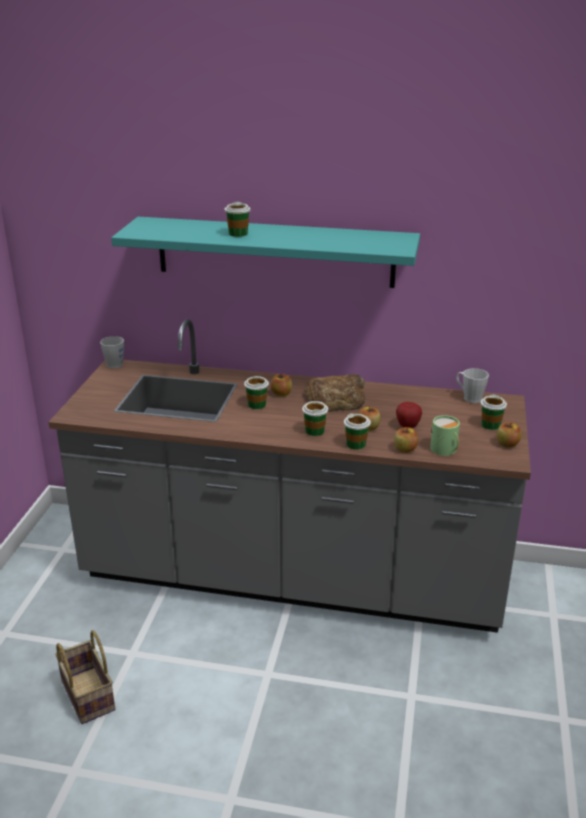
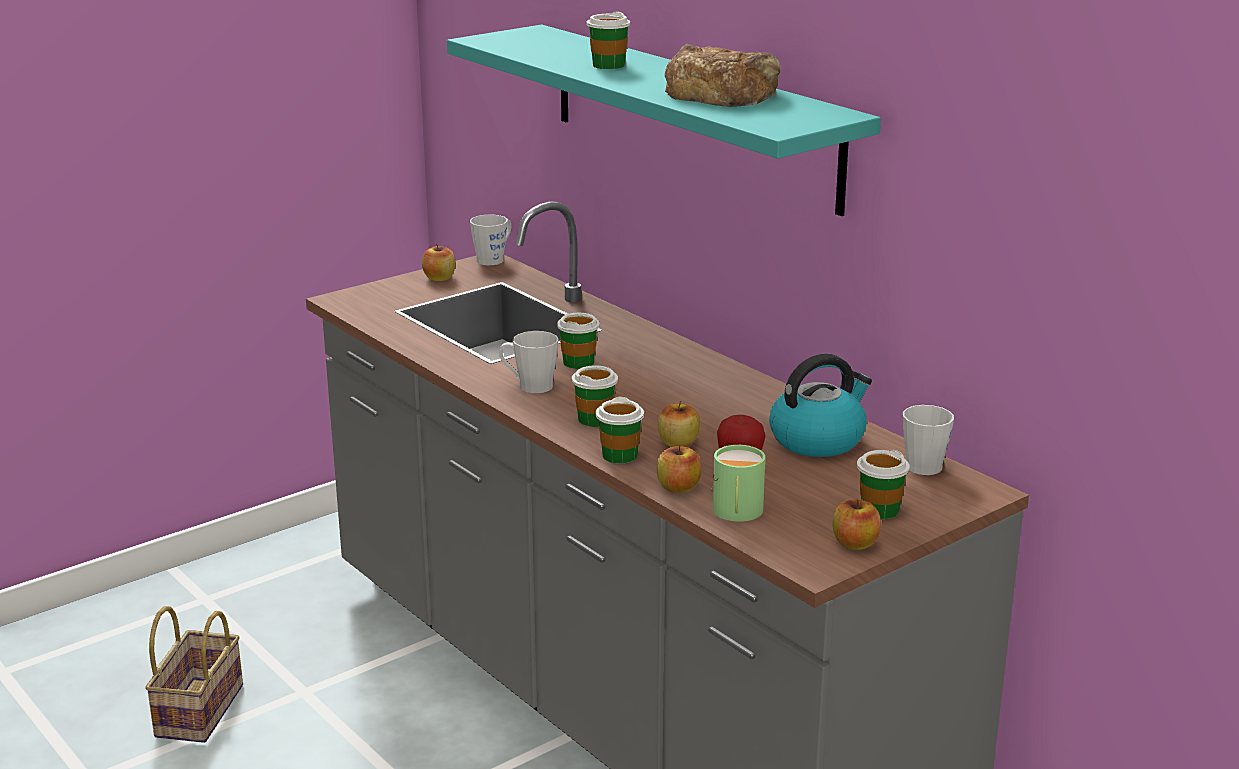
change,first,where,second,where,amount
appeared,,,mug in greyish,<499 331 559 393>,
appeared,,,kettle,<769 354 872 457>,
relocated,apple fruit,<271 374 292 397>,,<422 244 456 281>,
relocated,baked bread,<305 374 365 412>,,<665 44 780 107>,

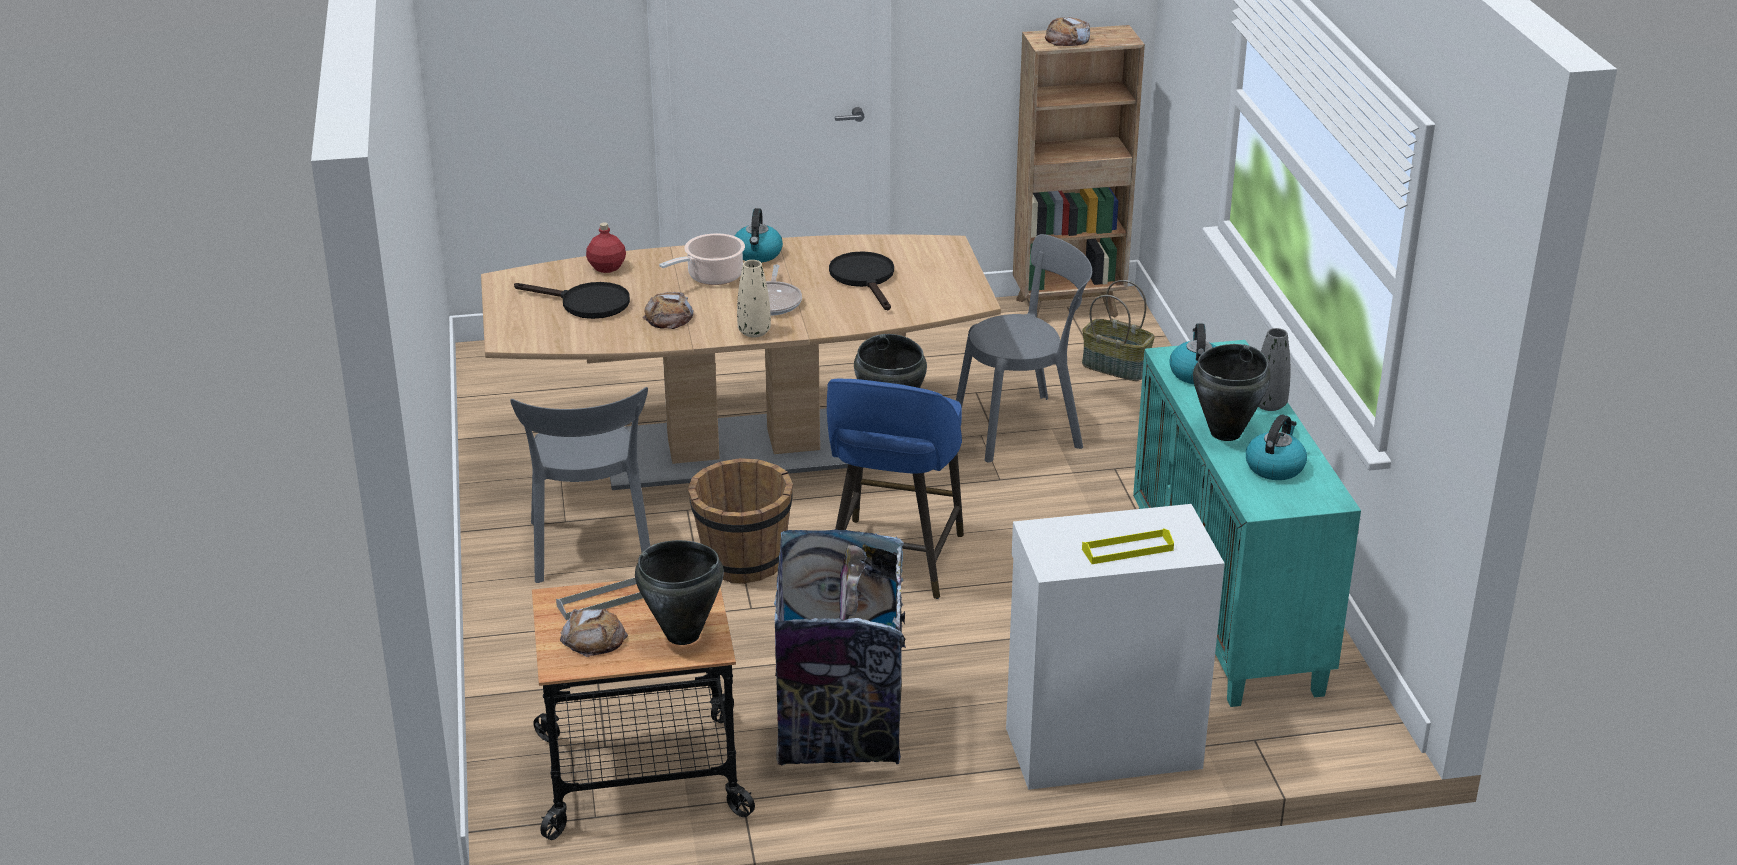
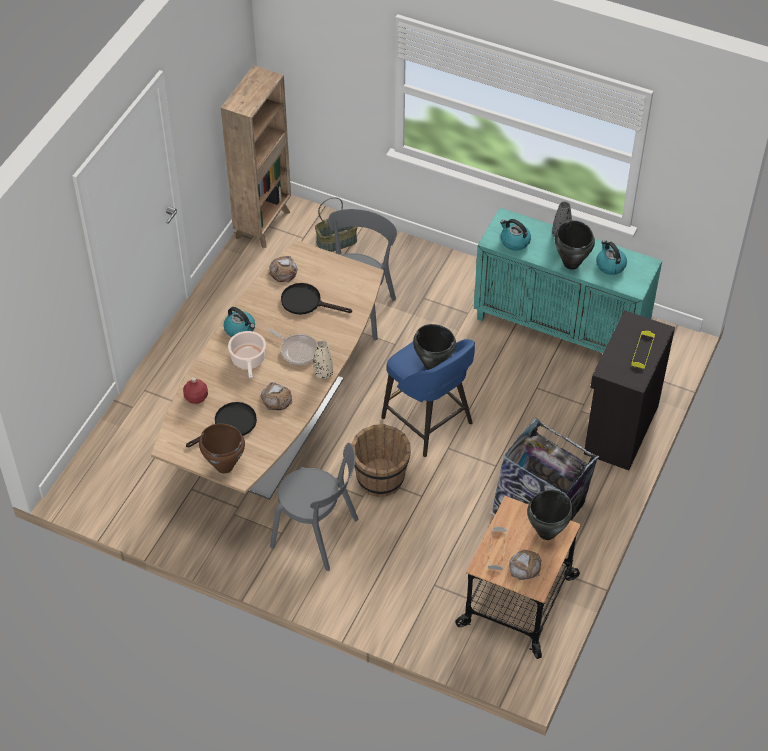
change,first,where,second,where,amount
appeared,,,stockpot in brown,<199 423 245 473>,
relocated,baked bread,<1045 17 1090 46>,,<269 256 297 282>,
colour,cupboard in whitish,<1006 504 1225 790>,cupboard in black,<584 310 675 470>,

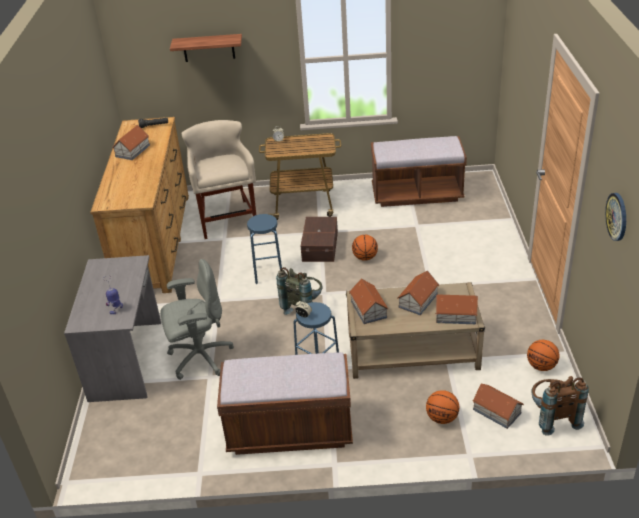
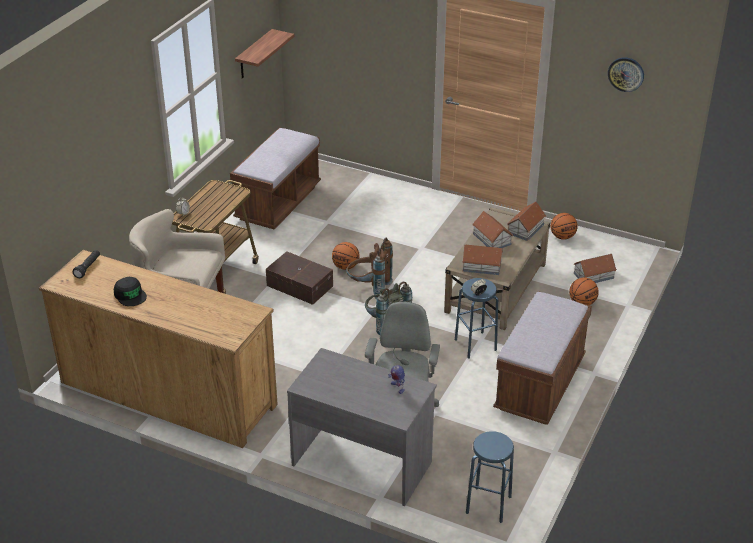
change,first,where,second,where,amount
relocated,bracket shelf,<170 34 242 62>,,<235 29 295 79>,
relocated,stool in blue-coloured,<247 214 282 284>,,<466 431 514 523>,
relocated,knapsack in brown,<531 376 589 436>,,<346 238 393 300>,
exchanged,model house,<112 125 150 160>,peaked cap in black,<114 277 147 306>,

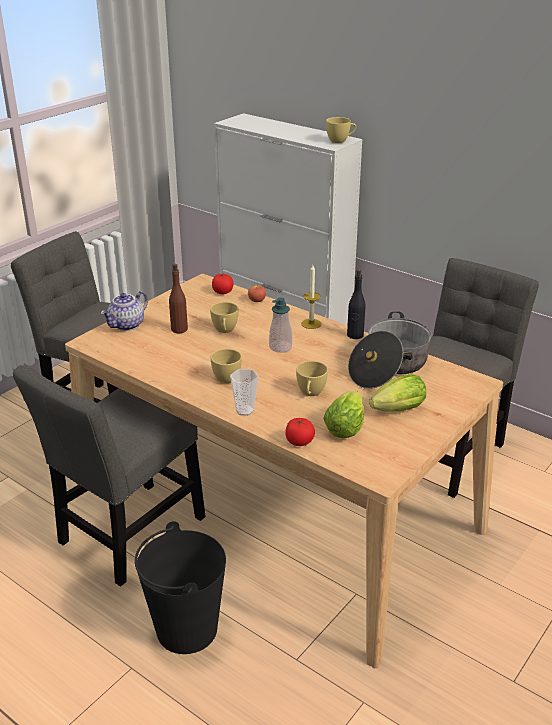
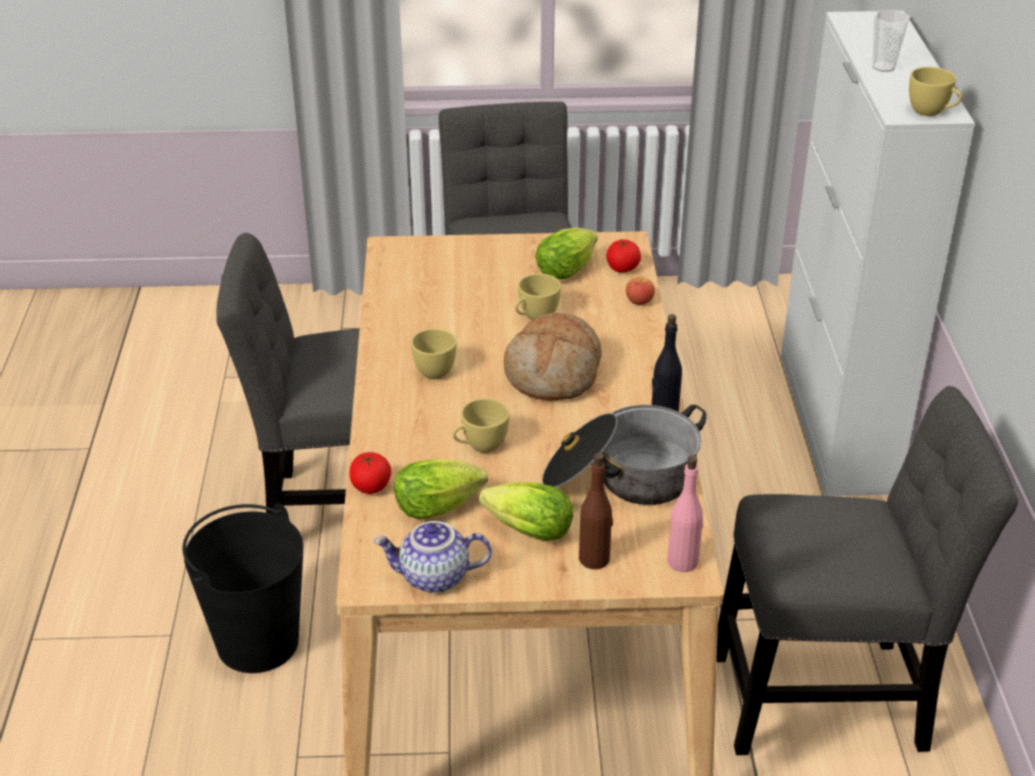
change,first,where,second,where,amount
missing,candle,<301 265 322 329>,,,
appeared,,,head of lettuce,<535 227 598 279>,
appeared,,,bottle in pinkish,<668 455 703 572>,
relocated,teapot,<101 291 148 331>,,<374 521 492 593>,
relocated,bottle in brown,<169 264 188 333>,,<579 453 613 569>,
relocated,drinking cup,<230 369 258 416>,,<872 10 910 72>,
exchanged,liquid soap bottle,<269 297 292 353>,baked bread,<504 313 602 401>,

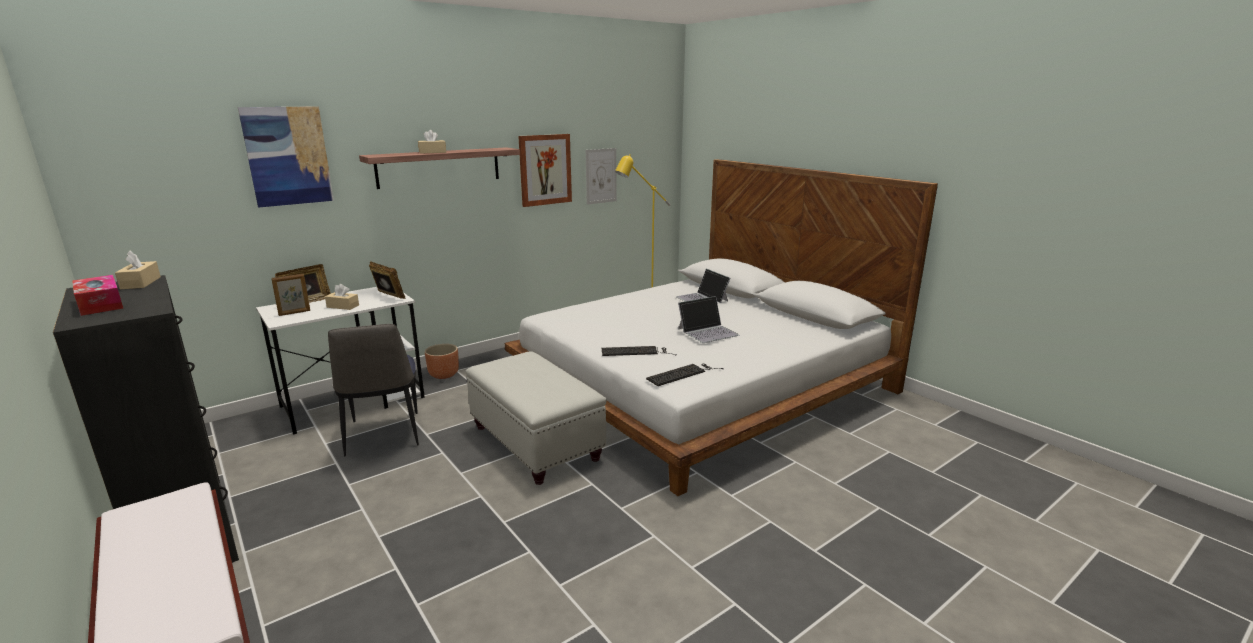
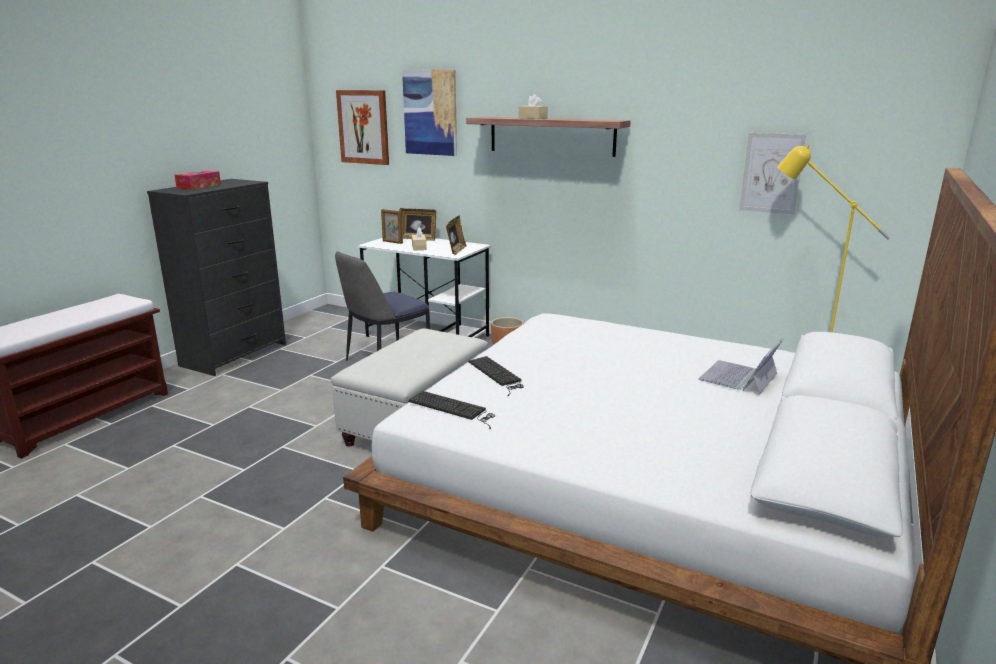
change,first,where,second,where,amount
missing,tissue box in sand-coloured,<115 251 161 289>,,,
missing,laptop,<678 296 739 343>,,,
relocated,wall art,<518 134 572 207>,,<336 90 389 165>,

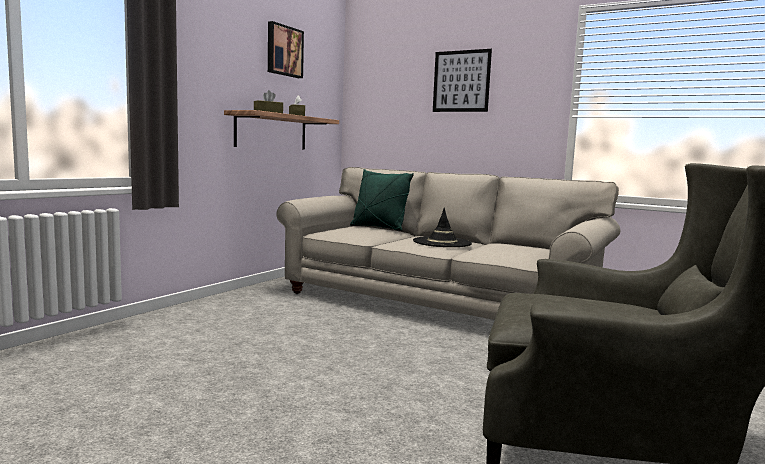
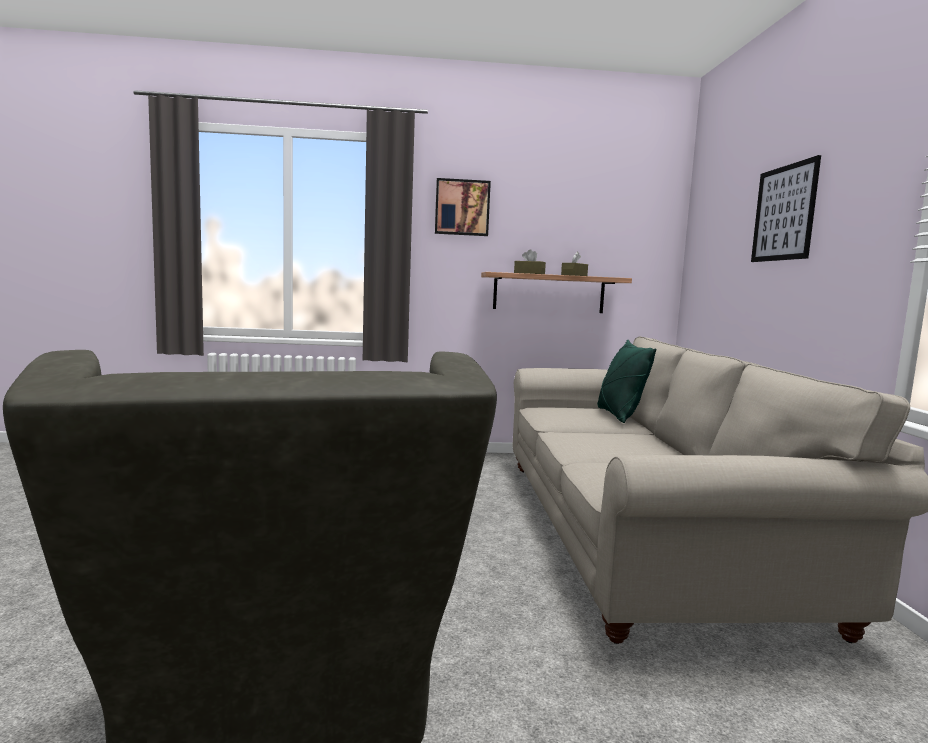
change,first,where,second,where,amount
missing,wearable hat in black,<413 207 472 247>,,,
relocated,wall art,<268 21 304 78>,,<435 178 491 236>,

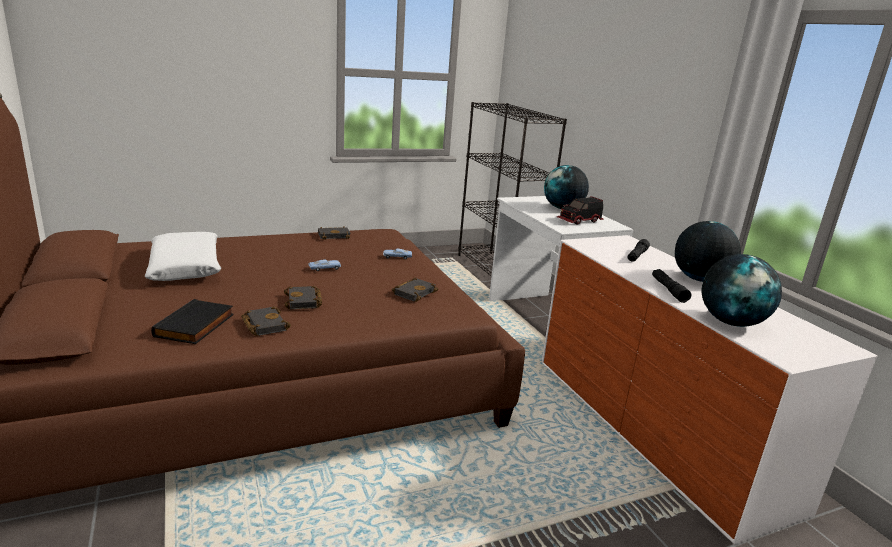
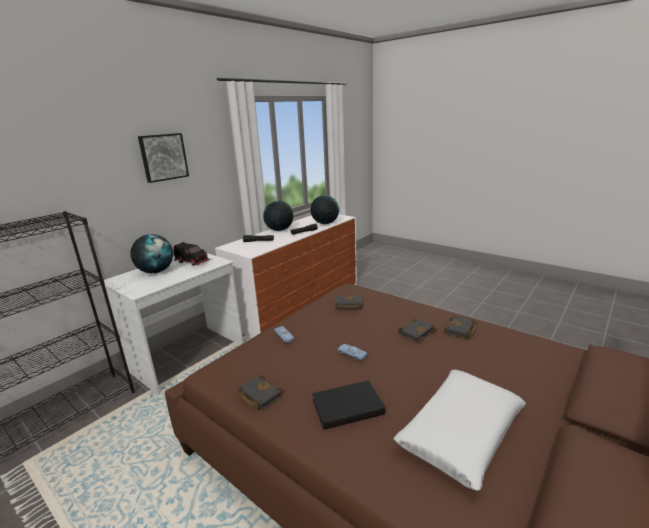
change,first,where,second,where,amount
appeared,,,wall art,<138 133 189 183>,
relocated,bound book in black,<151 299 234 344>,,<312 380 385 430>,

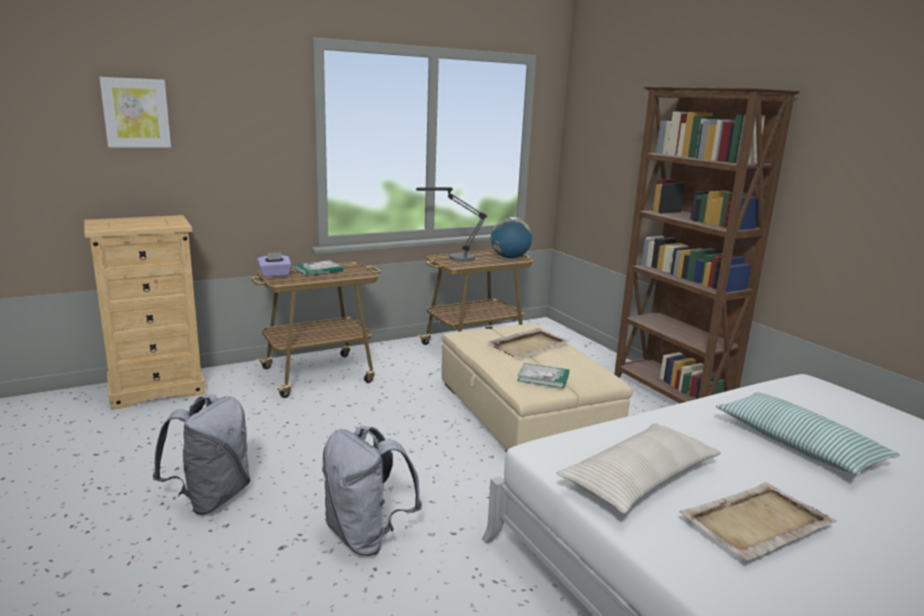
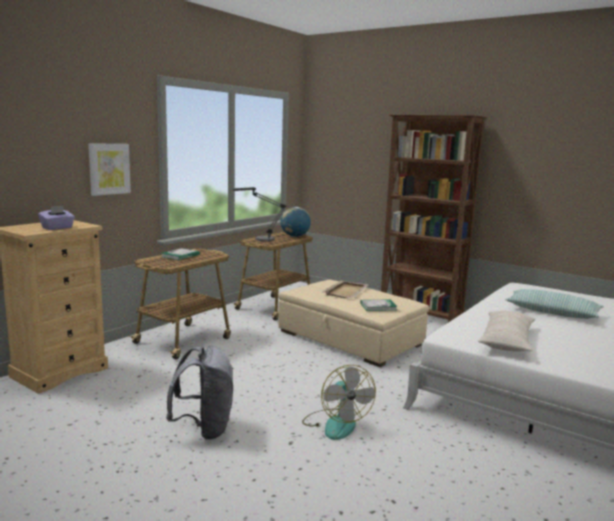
change,first,where,second,where,amount
missing,tray in sand-coloured,<679 482 837 561>,,,
relocated,wall art,<99 77 171 147>,,<88 143 131 196>,
relocated,tissue box in purple,<257 252 291 277>,,<38 206 75 230>,
exchanged,knapsack in greyish,<322 426 422 556>,electric fan,<302 365 376 440>,

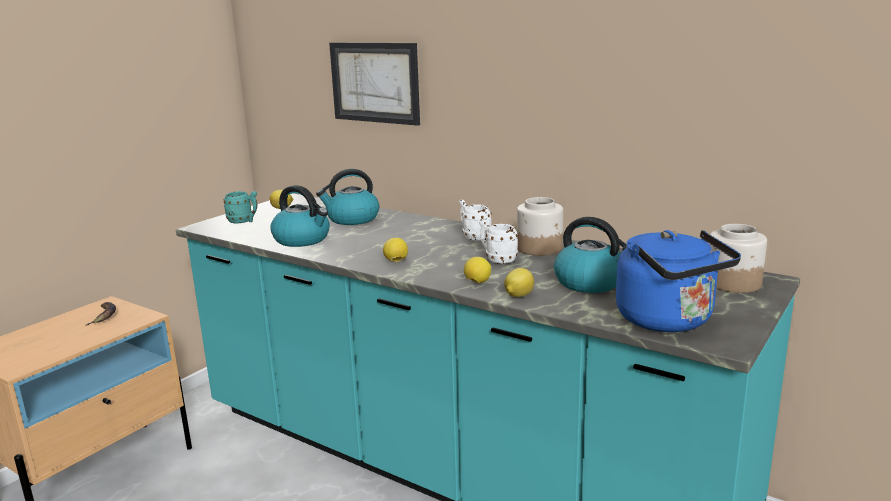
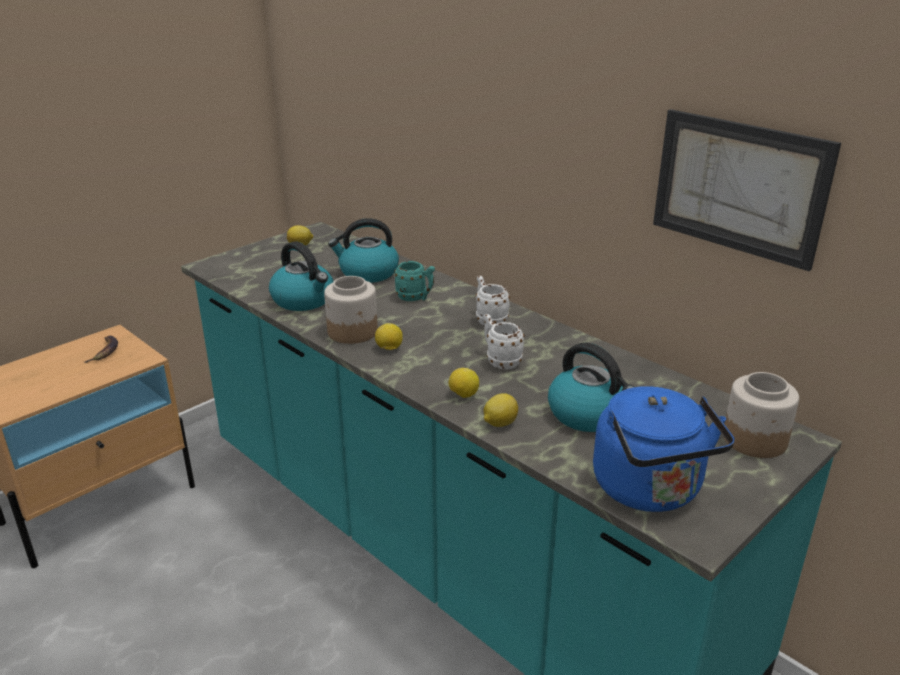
change,first,where,second,where,amount
relocated,mug in turquoise,<223 191 257 224>,,<394 261 435 301>,
relocated,wall art,<329 43 420 126>,,<653 109 841 271>,
relocated,jar,<517 197 563 256>,,<324 276 378 344>,

